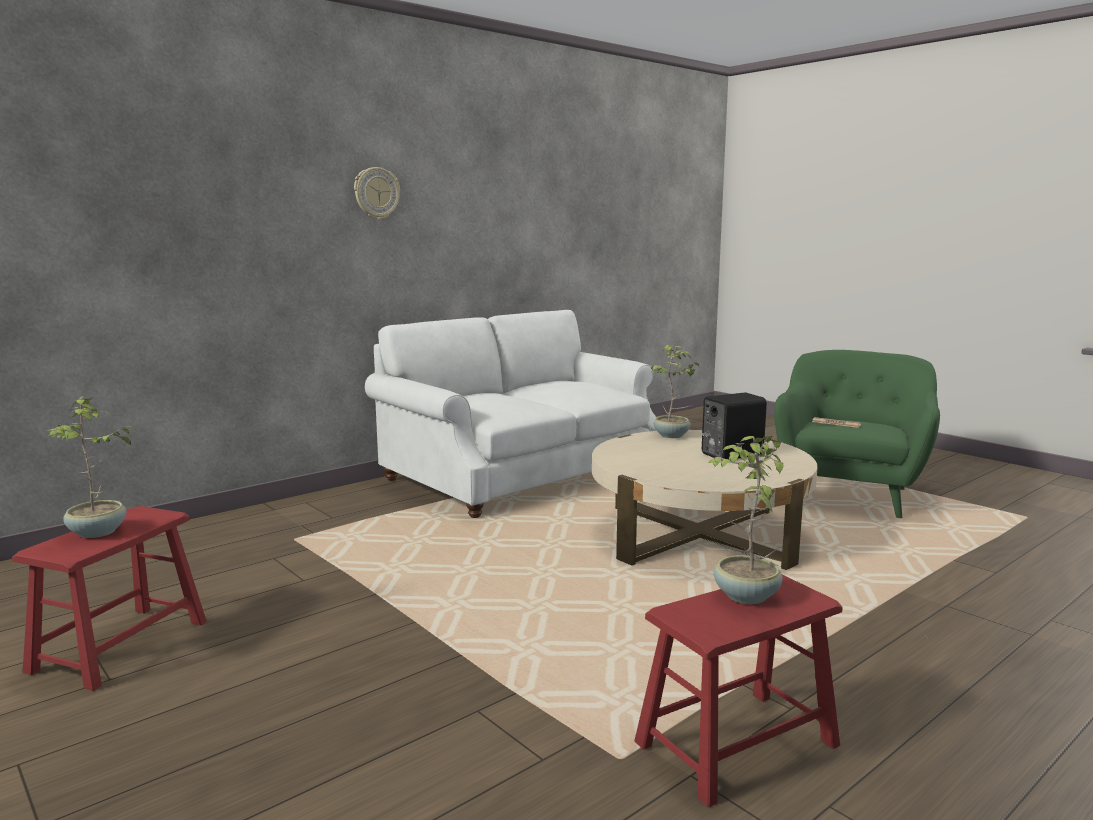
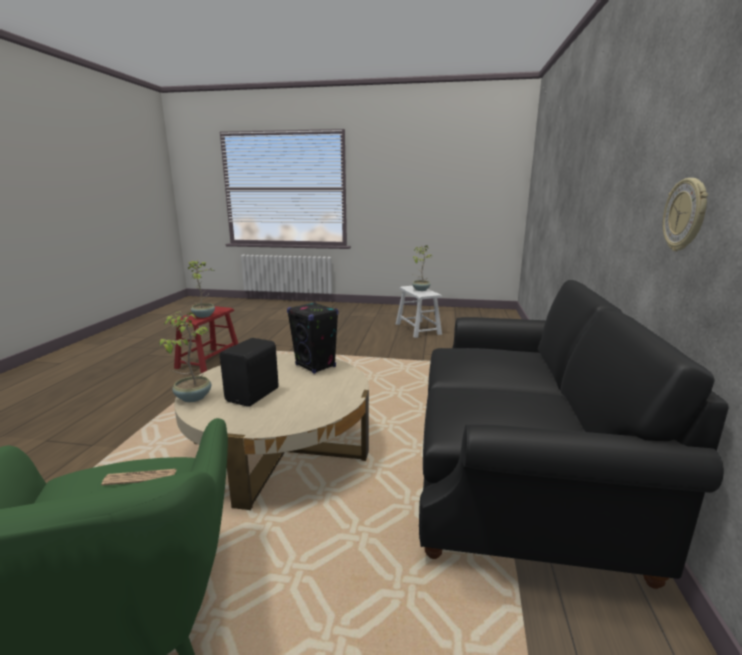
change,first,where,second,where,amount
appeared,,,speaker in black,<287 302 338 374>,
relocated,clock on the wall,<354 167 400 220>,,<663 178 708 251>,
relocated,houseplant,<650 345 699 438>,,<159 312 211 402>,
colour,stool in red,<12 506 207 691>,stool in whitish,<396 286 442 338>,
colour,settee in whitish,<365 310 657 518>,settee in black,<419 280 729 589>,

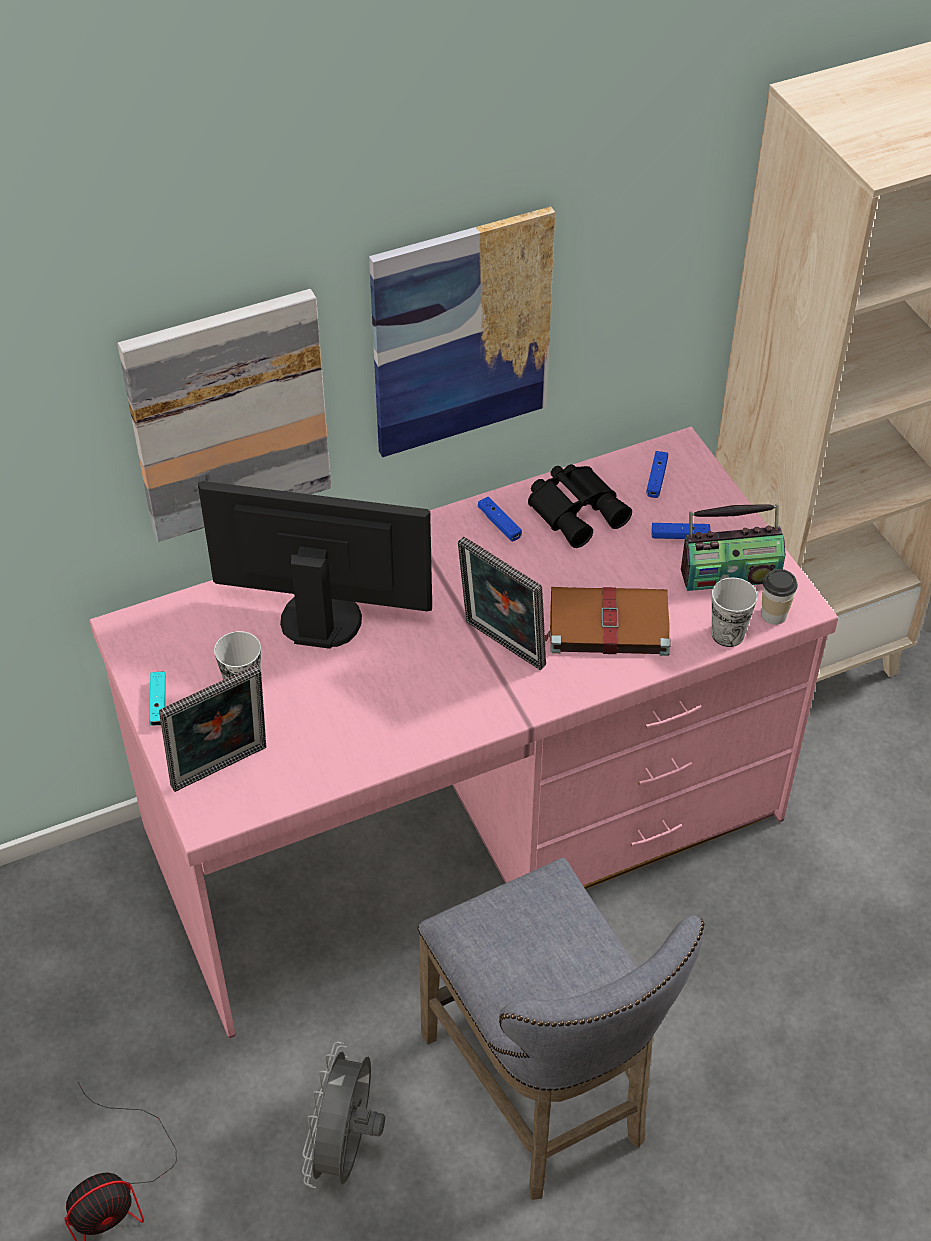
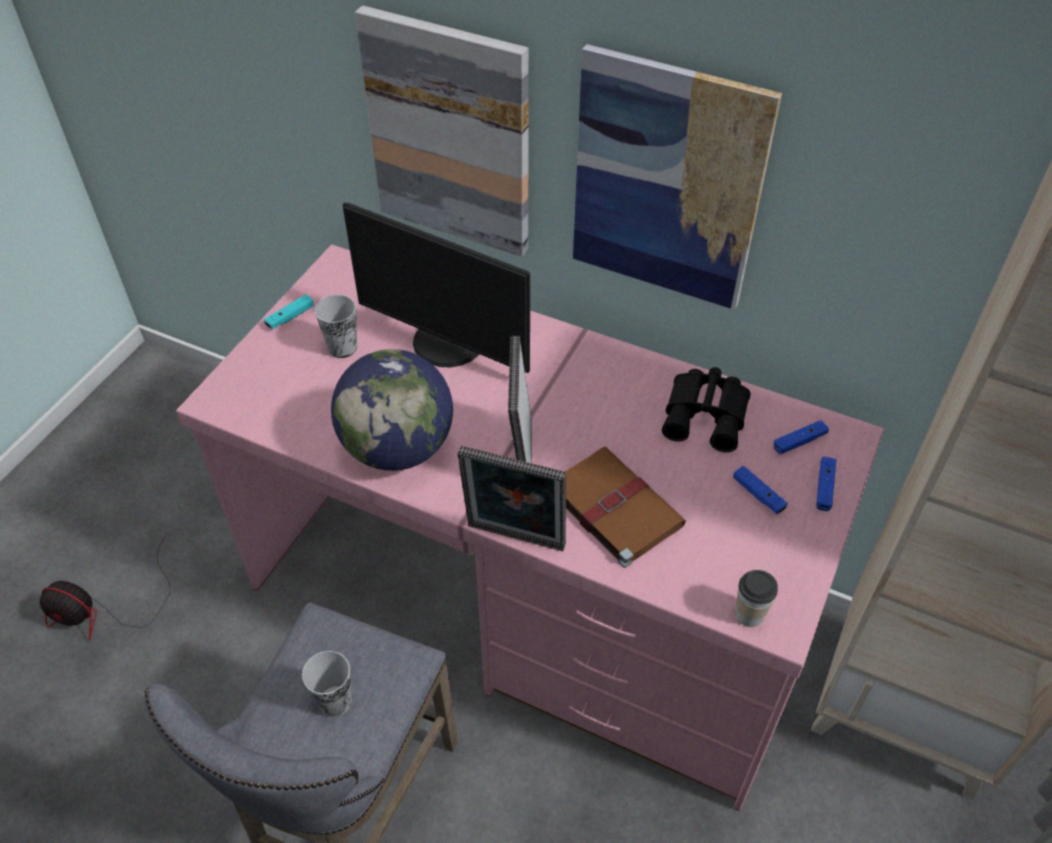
change,first,where,second,where,amount
missing,electric fan in greyish,<302 1042 385 1188>,,,
missing,radio,<681 504 786 591>,,,
appeared,,,desk globe,<331 349 453 471>,
relocated,photo frame,<159 665 266 792>,,<457 446 566 551>,
relocated,joypad in blue-coloured,<478 497 522 542>,,<816 457 836 511>,
relocated,drinking cup,<712 577 758 647>,,<302 651 352 717>,
spun,computer screen,<198 481 432 649>,,<343 202 530 373>,150 degrees clockwise

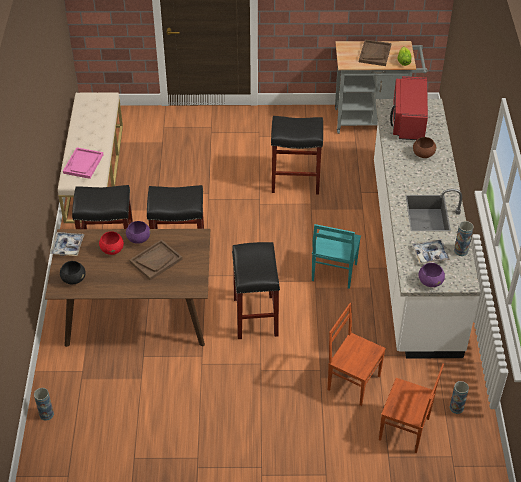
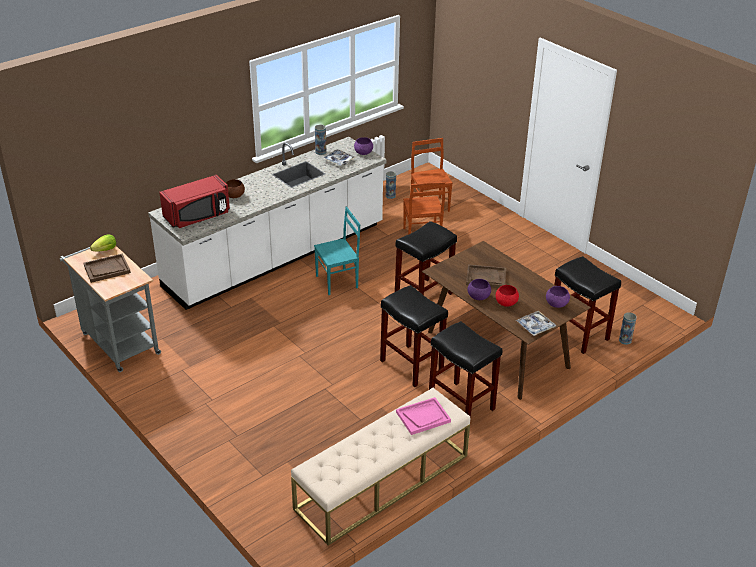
change,first,where,second,where,amount
relocated,stool in black,<271 116 323 194>,,<554 256 621 354>,
colour,serving bowl in black,<60 261 86 284>,serving bowl in purple,<546 286 570 308>,

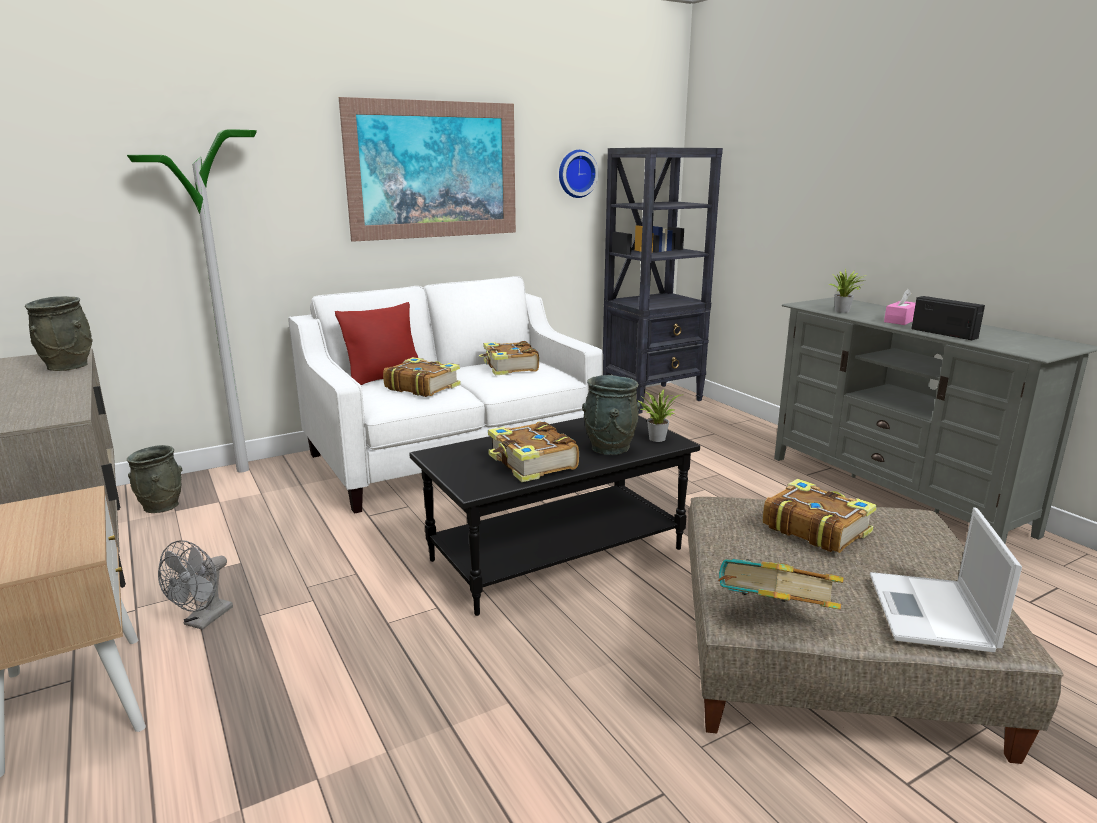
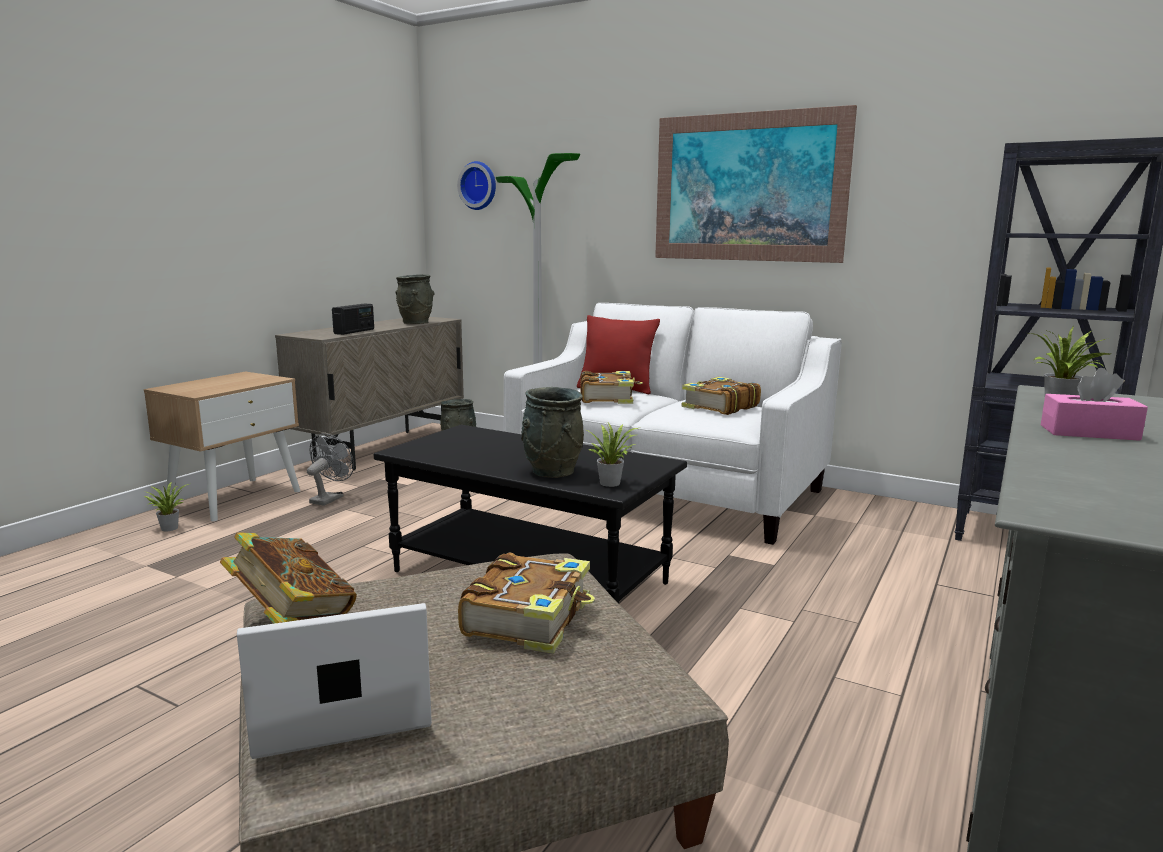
change,first,where,second,where,amount
missing,bound book,<488 421 579 482>,,,
appeared,,,houseplant,<144 482 189 531>,
relocated,clock on the wall,<559 150 599 198>,,<457 161 496 210>,
relocated,radio,<911 296 985 340>,,<332 303 374 335>,
spun,electric fan in greyish,<158 540 233 630>,,<307 433 354 506>,120 degrees clockwise

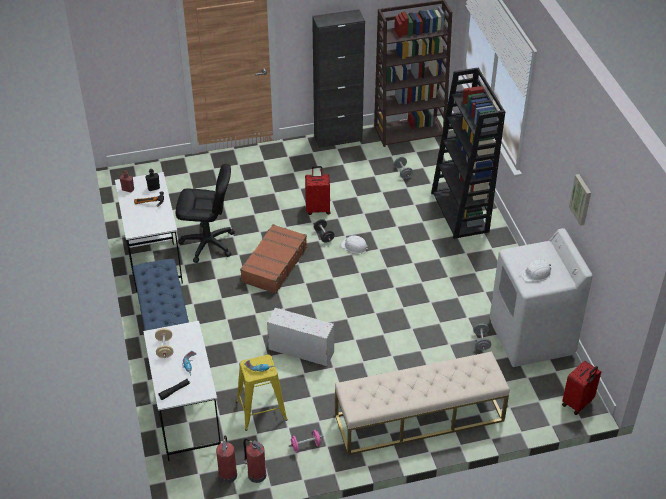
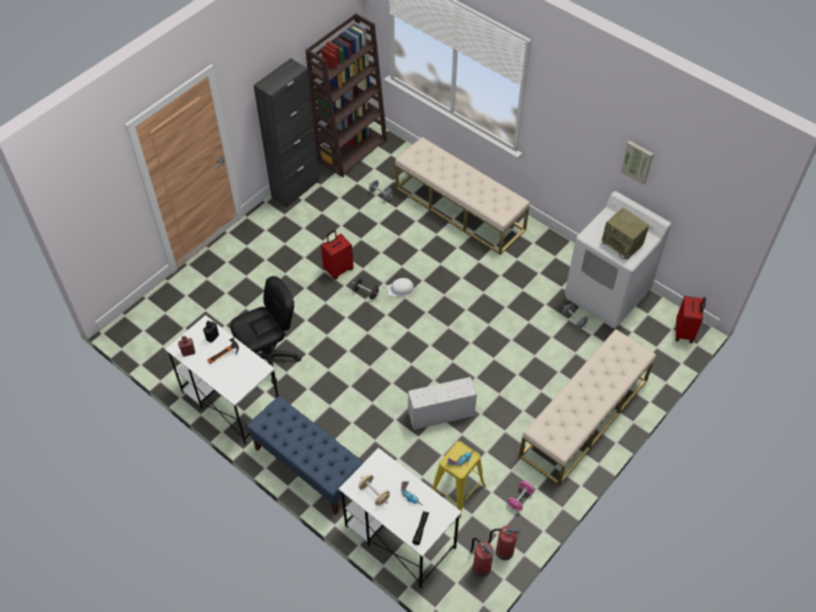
change,first,where,second,where,amount
missing,piece of luggage in brown,<240 224 307 294>,,,
exchanged,shelving unit in black,<431 67 505 239>,indoor bench in sand-coloured,<395 137 530 255>,
exchanged,work helmet in whitish,<520 260 551 282>,radio,<602 208 649 260>,

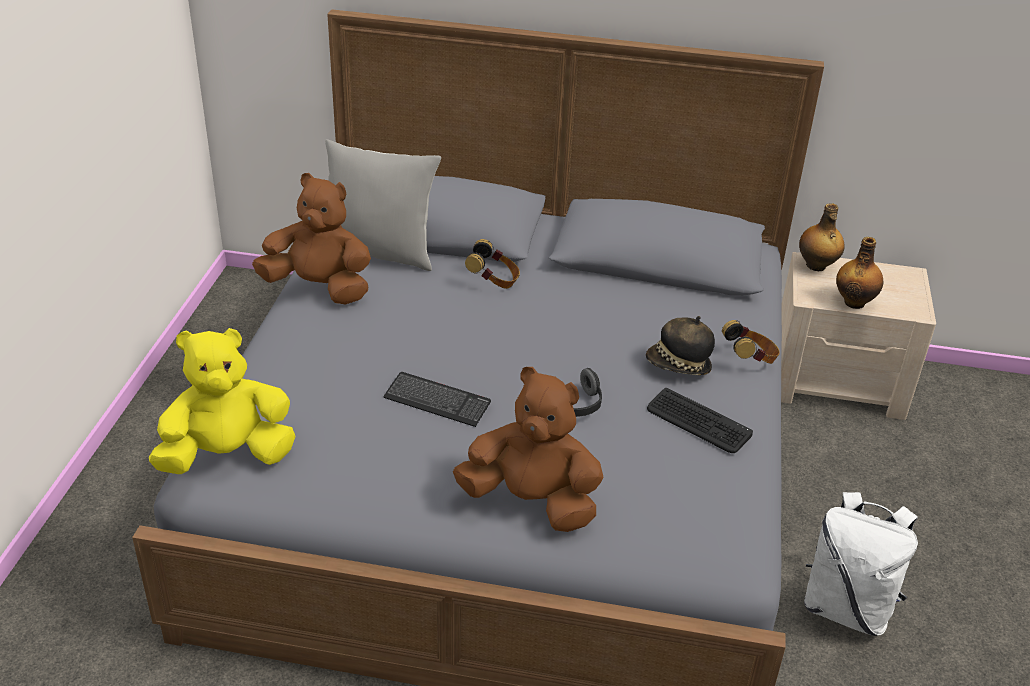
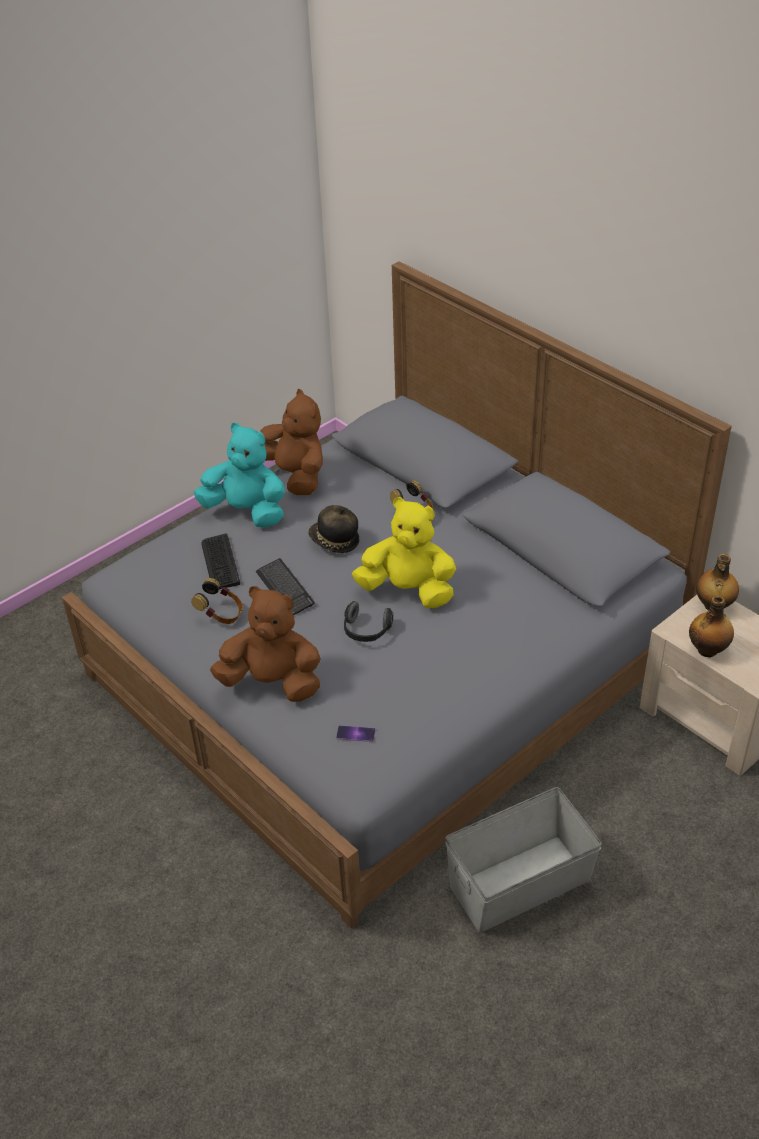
change,first,where,second,where,amount
missing,throw pillow in greyish,<325 139 441 271>,,,
appeared,,,soft toy in turquoise,<194 423 285 528>,
appeared,,,phone,<336 725 376 742>,
relocated,soft toy in yellow,<149 328 296 474>,,<352 497 456 608>,
relocated,wearable hat,<646 316 715 375>,,<308 505 359 553>,
relocated,computer keyboard,<647 388 753 453>,,<202 533 240 589>,
relocated,pair of headphones,<722 320 780 364>,,<191 578 243 624>,
exchanged,knapsack in whitish,<804 492 918 636>,storage container in greyish,<445 787 602 933>,
spun,soft toy in brown,<453 367 604 532>,,<210 586 321 702>,45 degrees counterclockwise

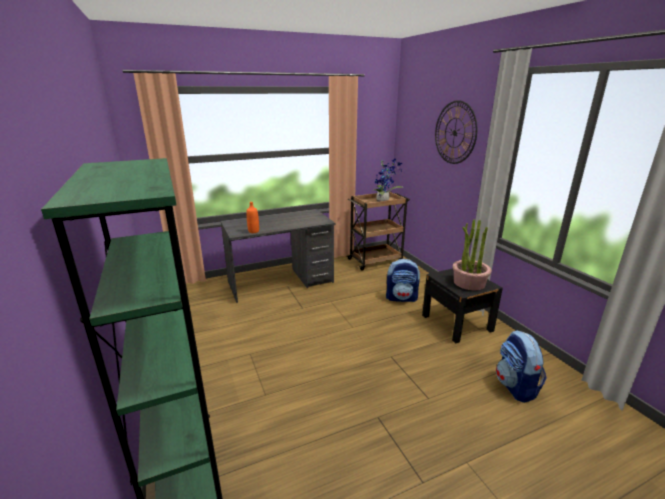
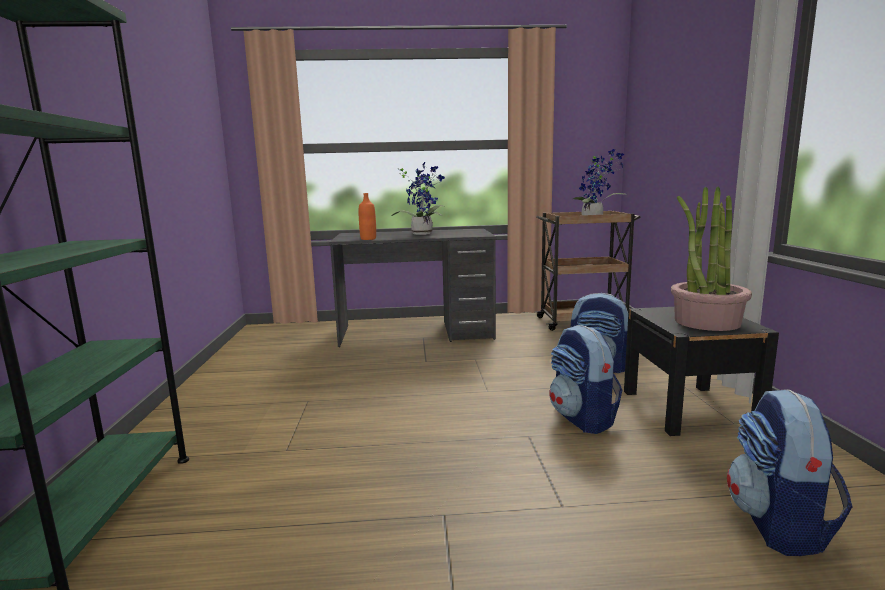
change,first,where,second,where,amount
missing,clock on the wall,<435 100 477 164>,,,
appeared,,,houseplant,<391 162 445 235>,
appeared,,,knapsack,<549 325 622 434>,

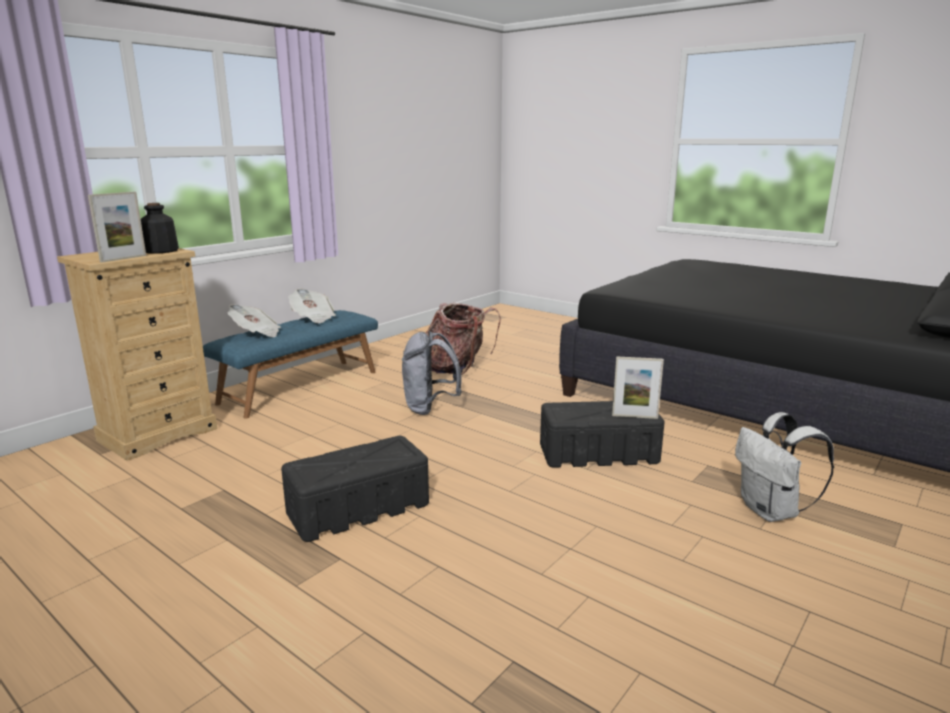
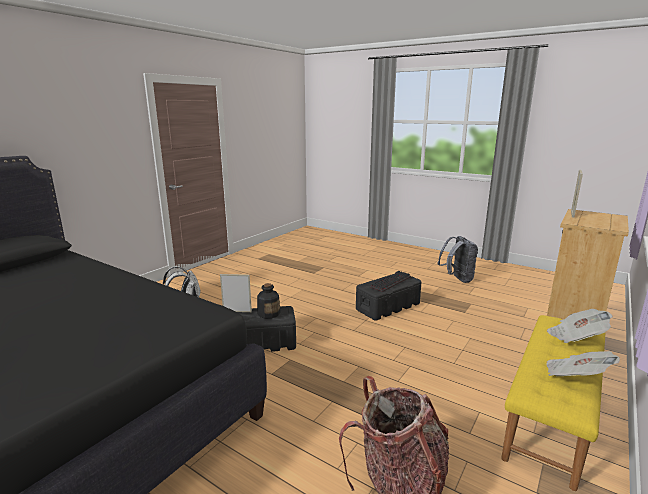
change,first,where,second,where,amount
appeared,,,computer keyboard,<370 271 411 292>,
relocated,bottle,<141 203 179 254>,,<257 283 281 319>,
relocated,knapsack in greyish,<402 331 462 415>,,<437 236 478 283>,
colour,indoor bench in blue-coloured,<203 310 378 419>,indoor bench in yellow,<501 315 605 491>,

